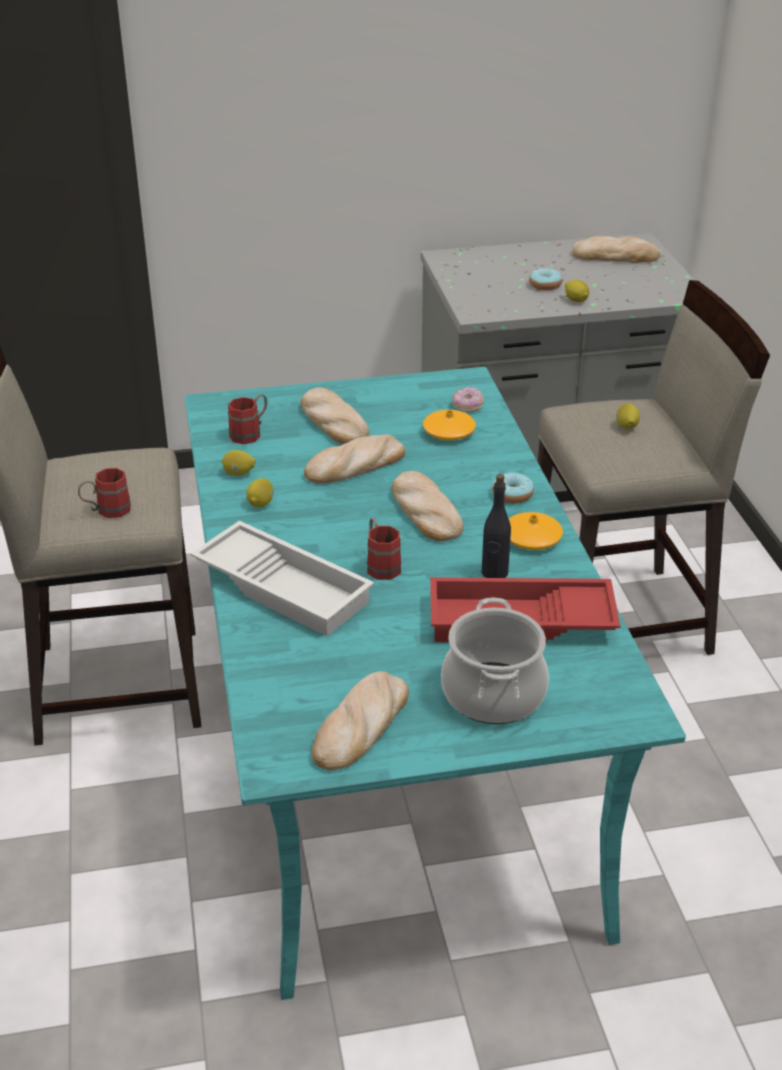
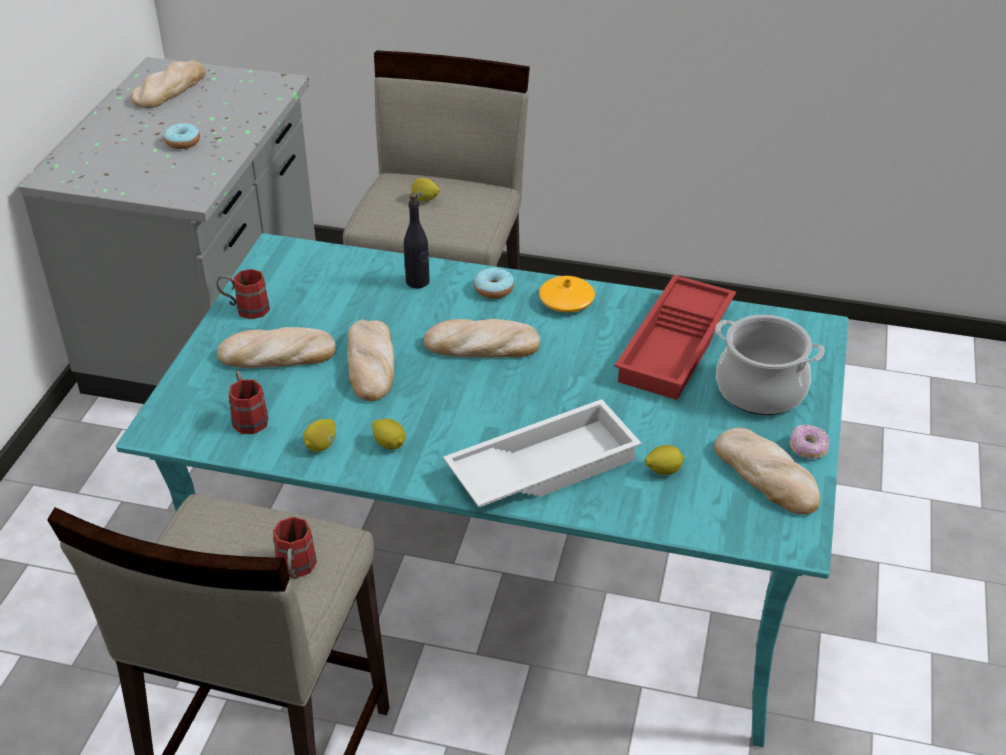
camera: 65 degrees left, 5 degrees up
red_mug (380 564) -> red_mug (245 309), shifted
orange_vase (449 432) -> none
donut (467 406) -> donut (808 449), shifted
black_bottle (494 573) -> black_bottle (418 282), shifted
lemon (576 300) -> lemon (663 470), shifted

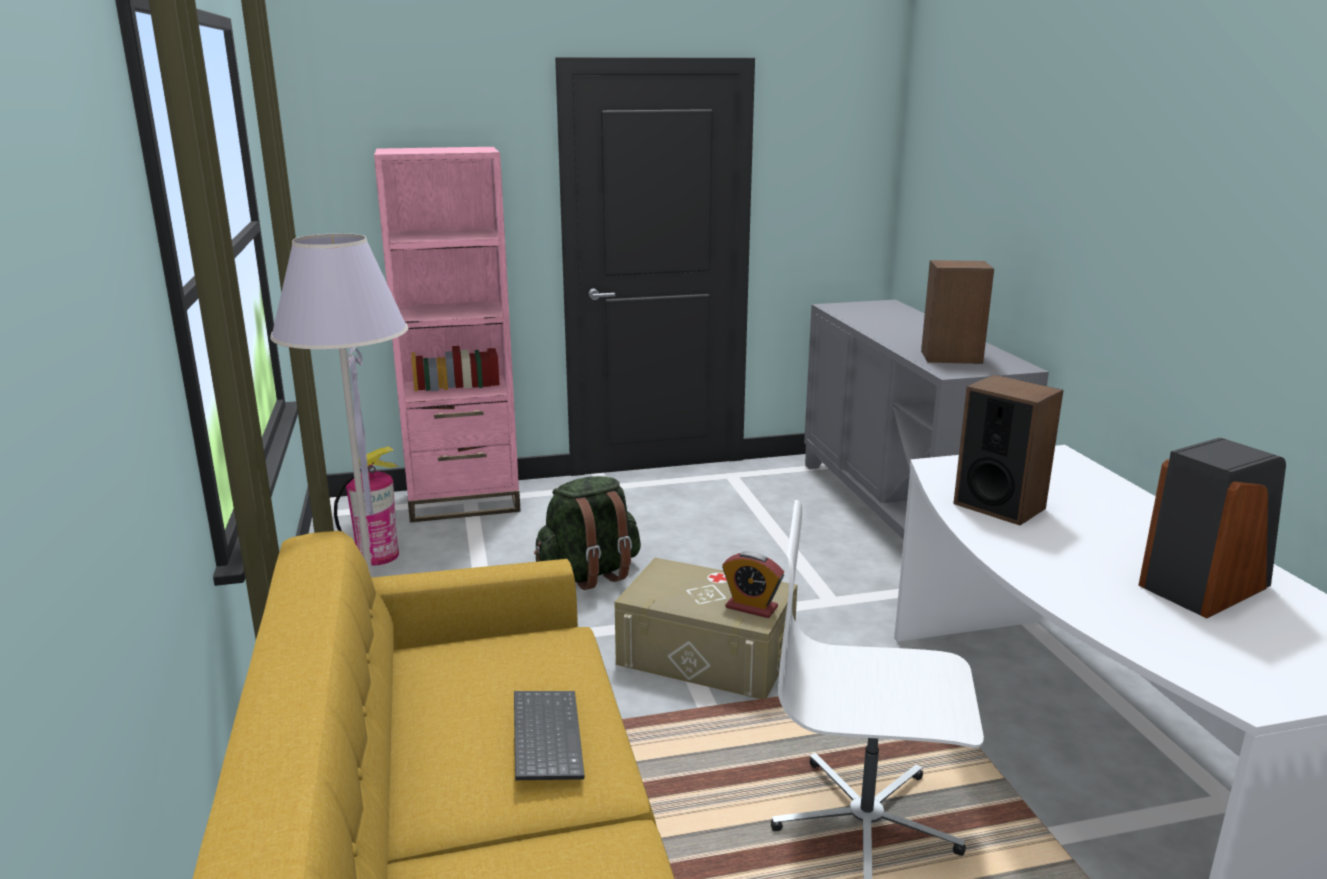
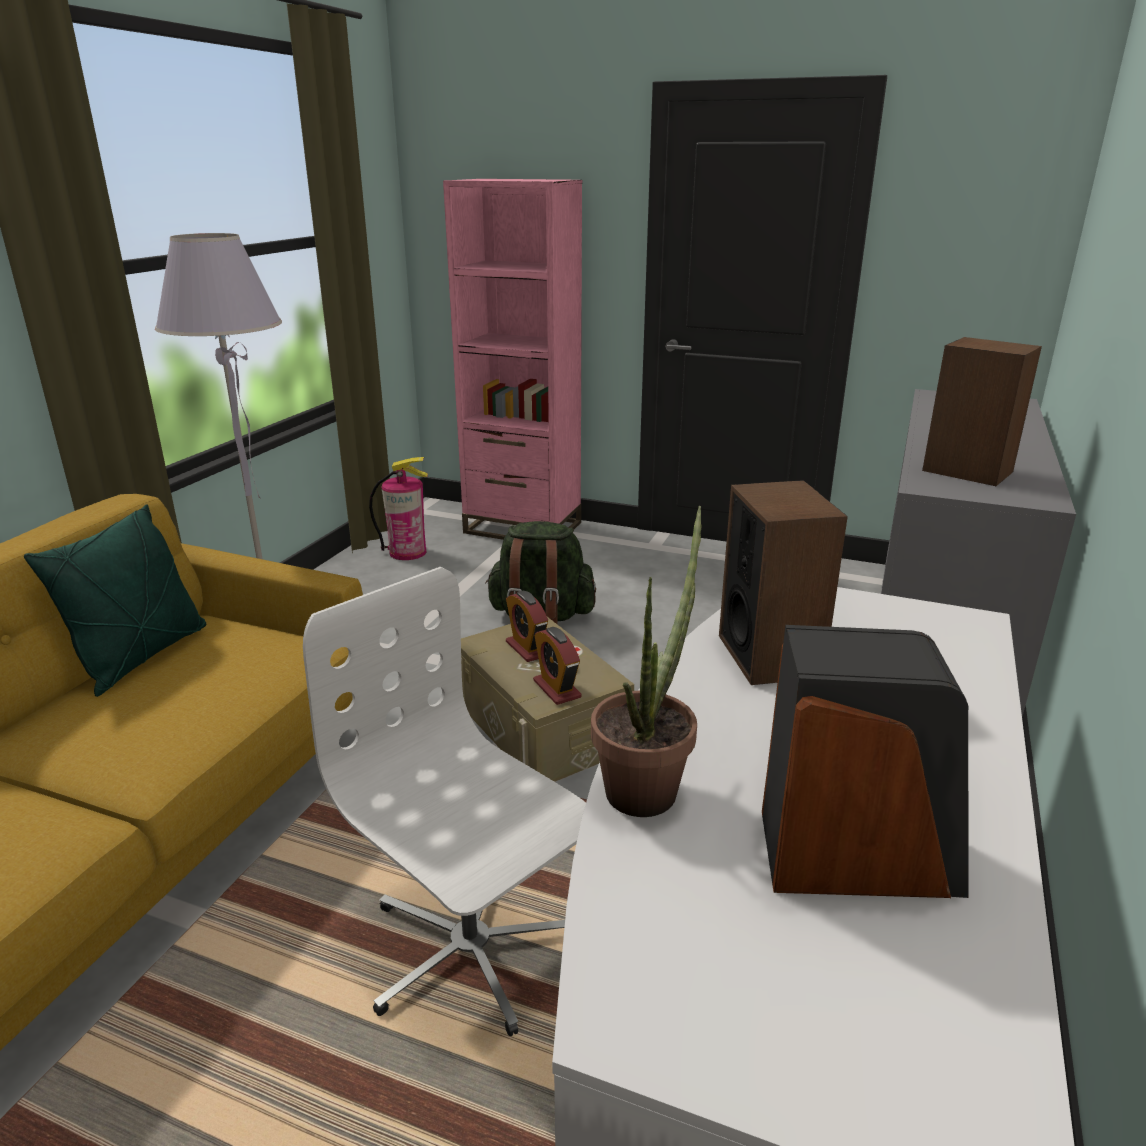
camera: 35 degrees right, 5 degrees up
keyboard (544 736) -> none
none -> green_pillow (141 656)
none -> alarm_clock (527 648)
none -> potted_plant (647 783)

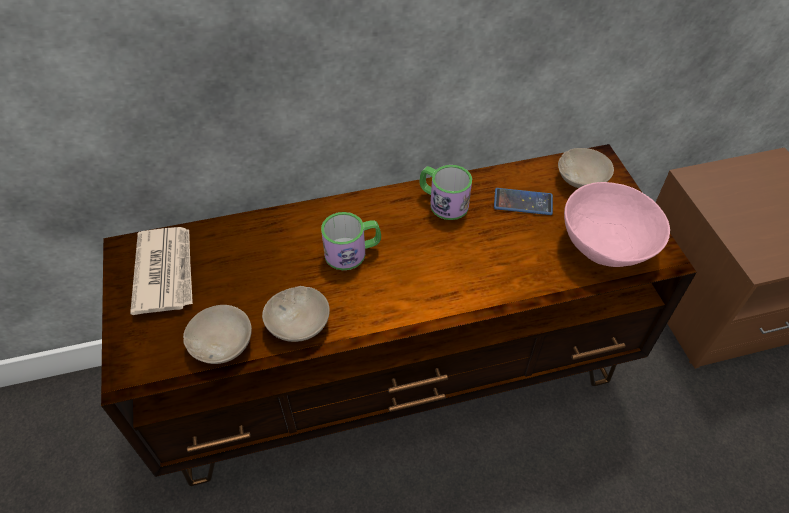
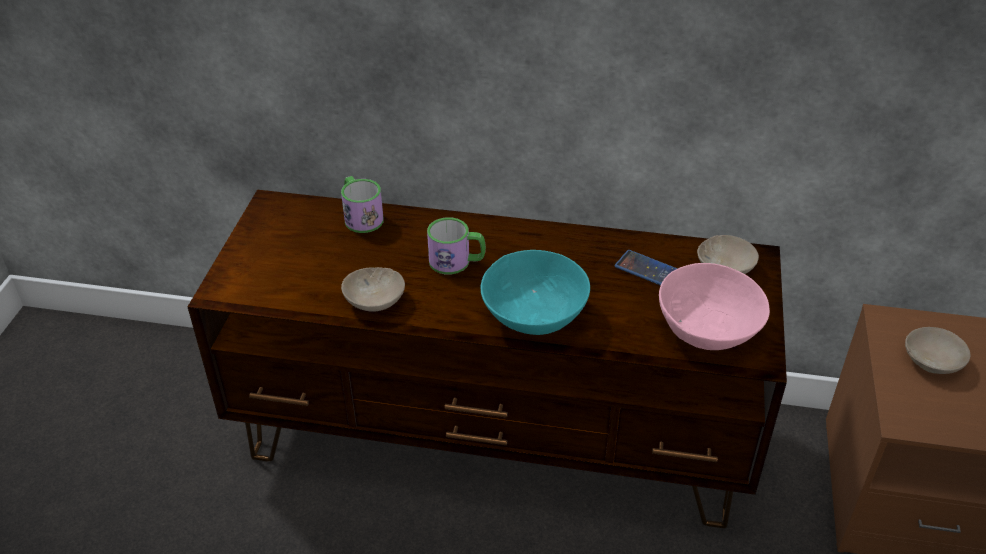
camera: 25 degrees right, 10 degrees down
newspaper (165 271) -> none
beige_bowl (224 343) -> beige_bowl (934 361), shifted
mug (443 202) -> mug (361 216), shifted
none -> turquoise_bowl (534 316)

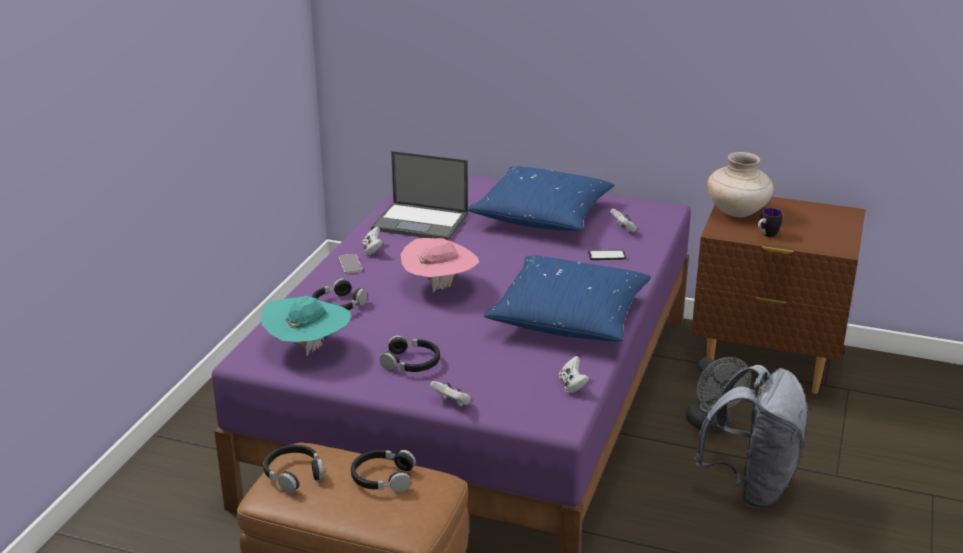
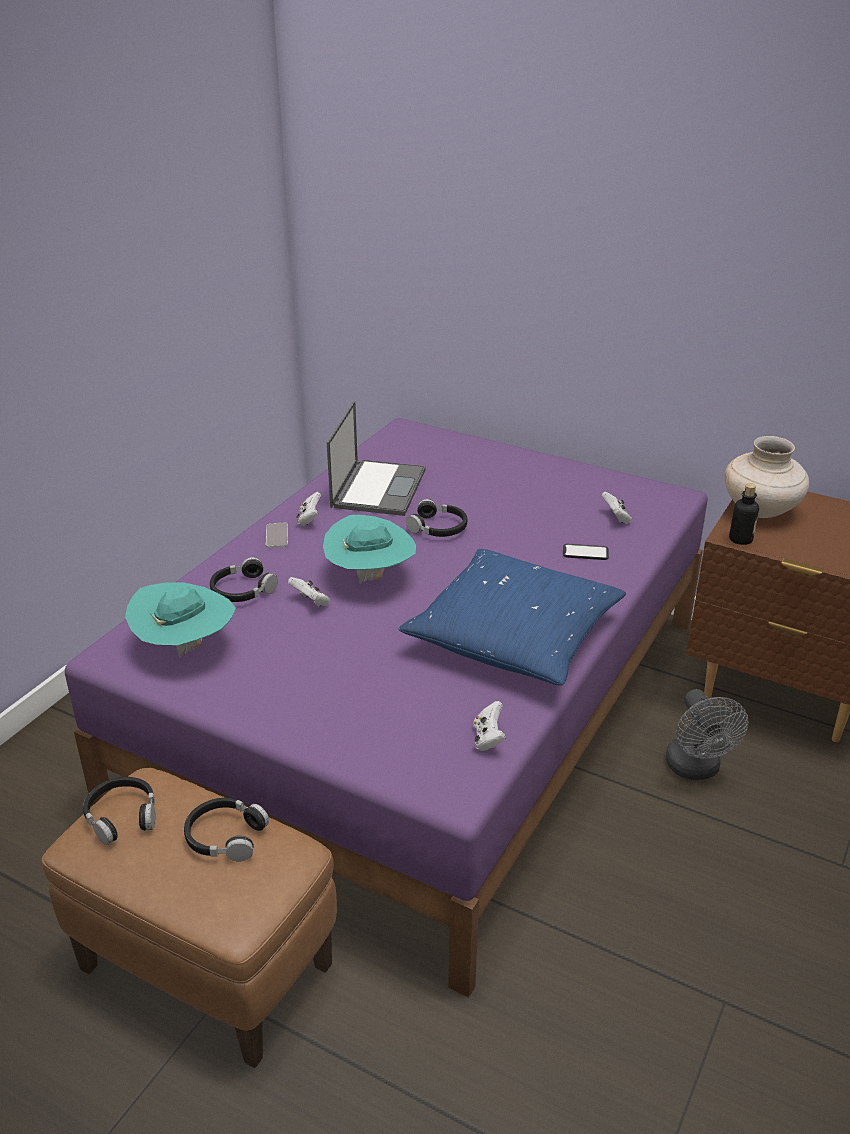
camera: 10 degrees right, 5 degrees up
laptop (421 222) -> laptop (378 487), 105 degrees counterclockwise
black_headphones (411 363) -> black_headphones (438 528), shifted
pink_hat (440 287) -> turquoise_hat (370 577)
white_game_controller (452 403) -> white_game_controller (311 602), shifted
blue_pillow (542 215) -> none
grey_backpack (750 485) -> none
mug (766 235) -> none
none -> bottle (740 539)

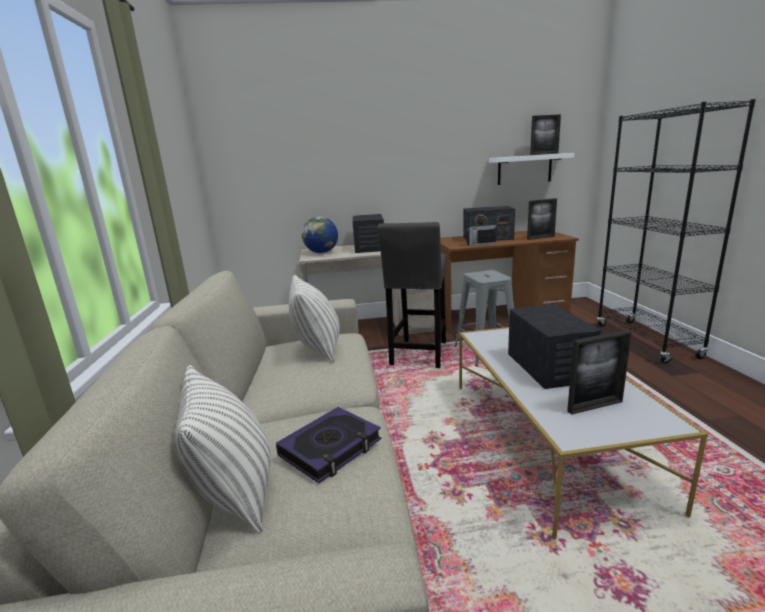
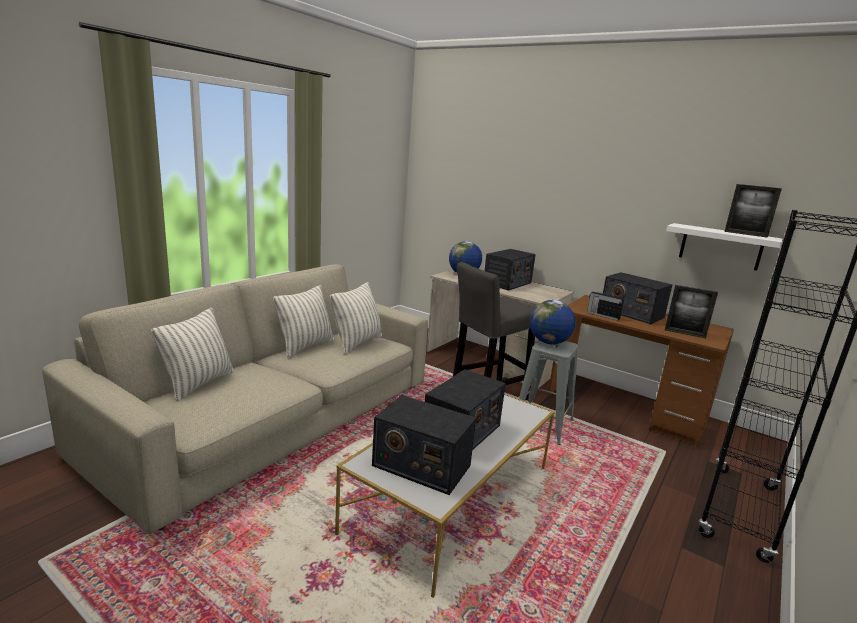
camera: 40 degrees right, 0 degrees up
book (331 448) -> none
picture_frame (595 406) -> radio (421 465)
none -> pillow (305 346)
none -> globe (549 342)

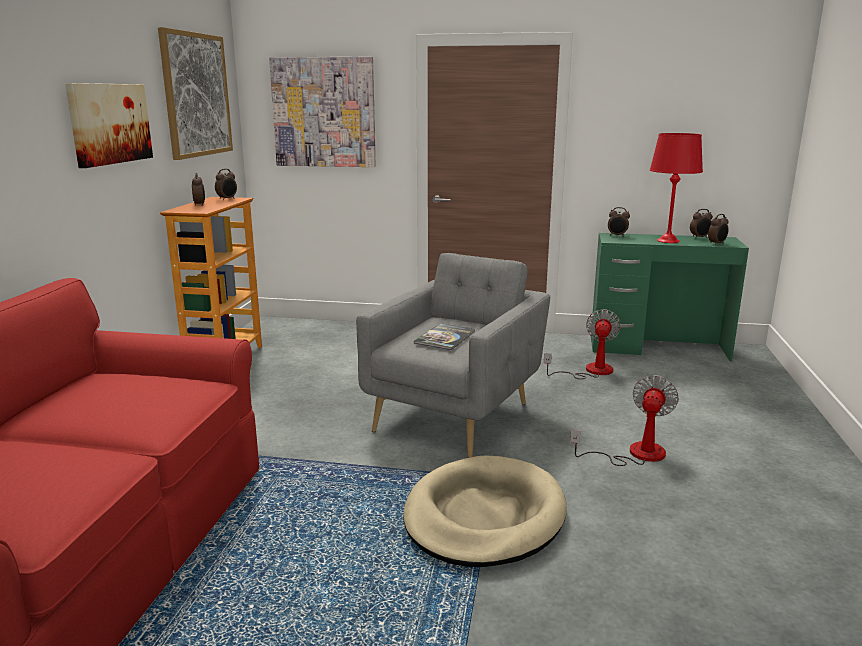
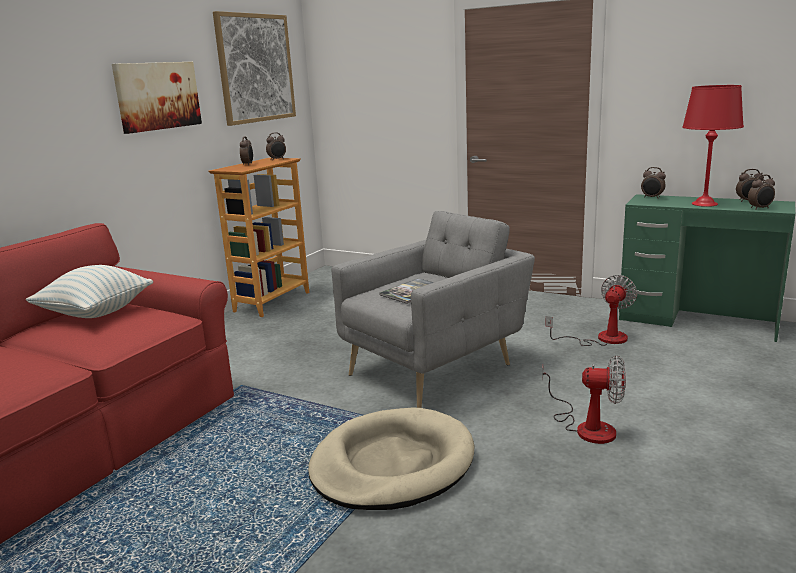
camera: 20 degrees right, 0 degrees up
picture (324 112) -> none
fan (634 454) -> fan (586 426), 60 degrees clockwise
none -> pillow (96 313)

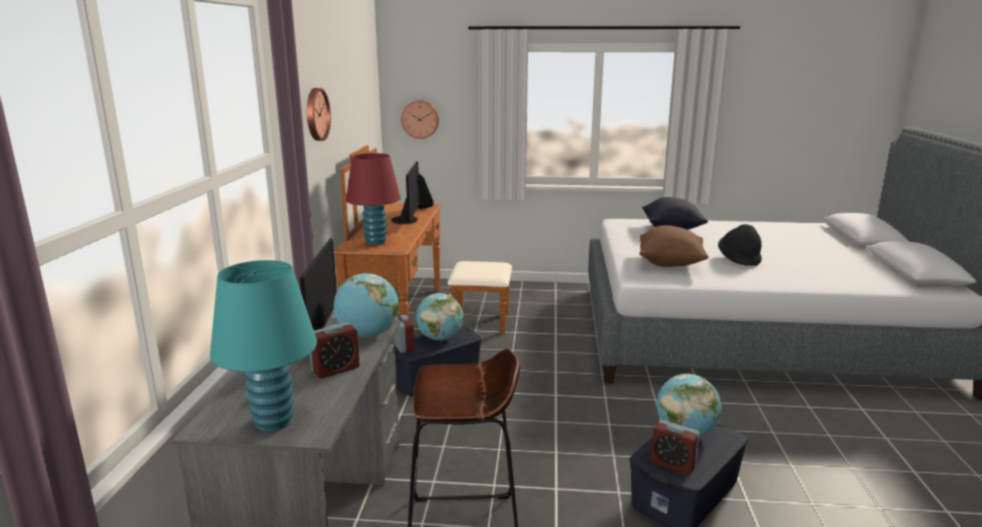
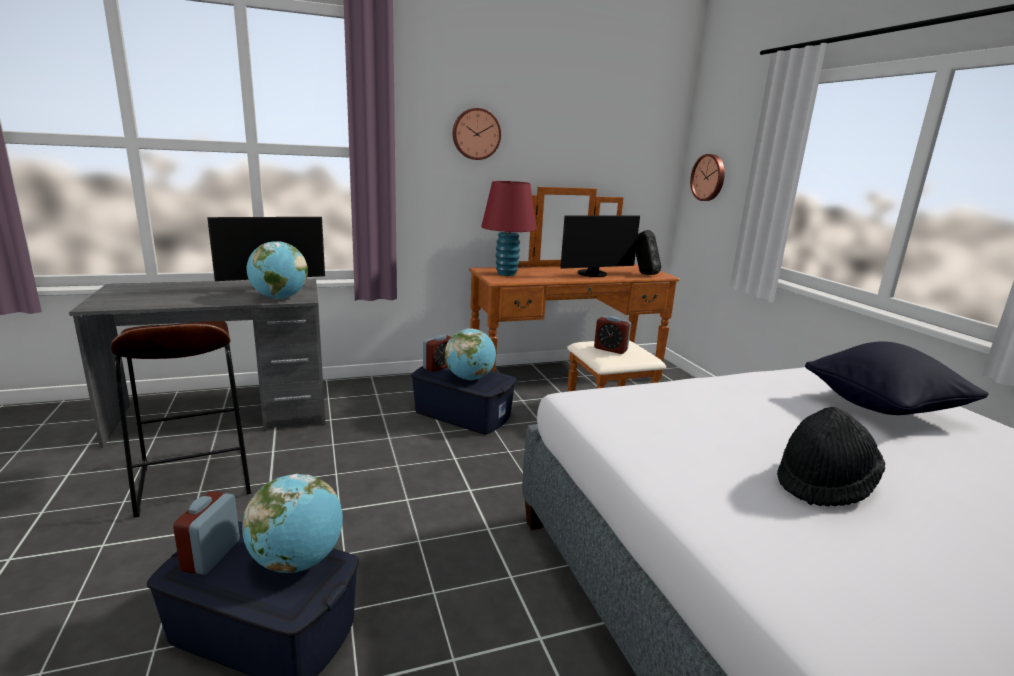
camera: 65 degrees right, 0 degrees up
turquoise_table_lamp (273 422) -> none
alarm_clock (335 370) -> alarm_clock (610 349), shifted
brown_pillow (670 264) -> none

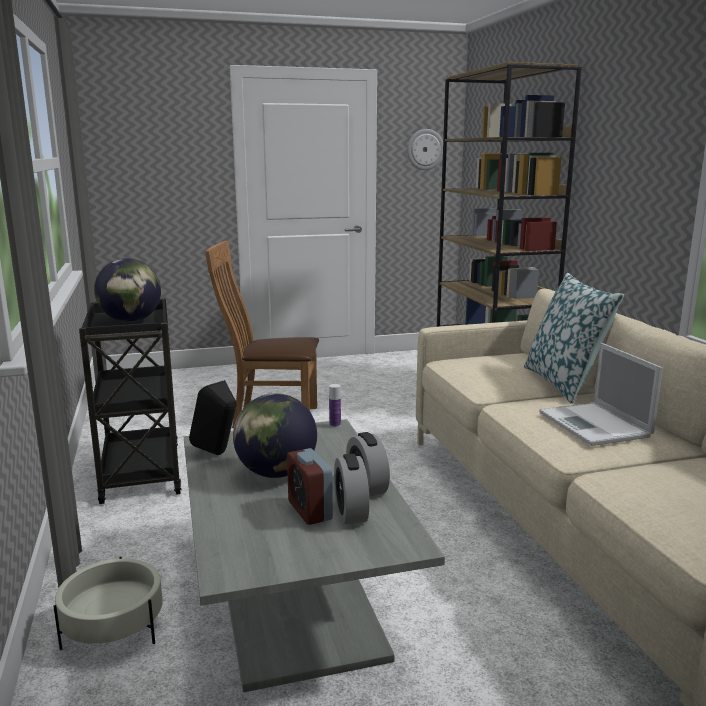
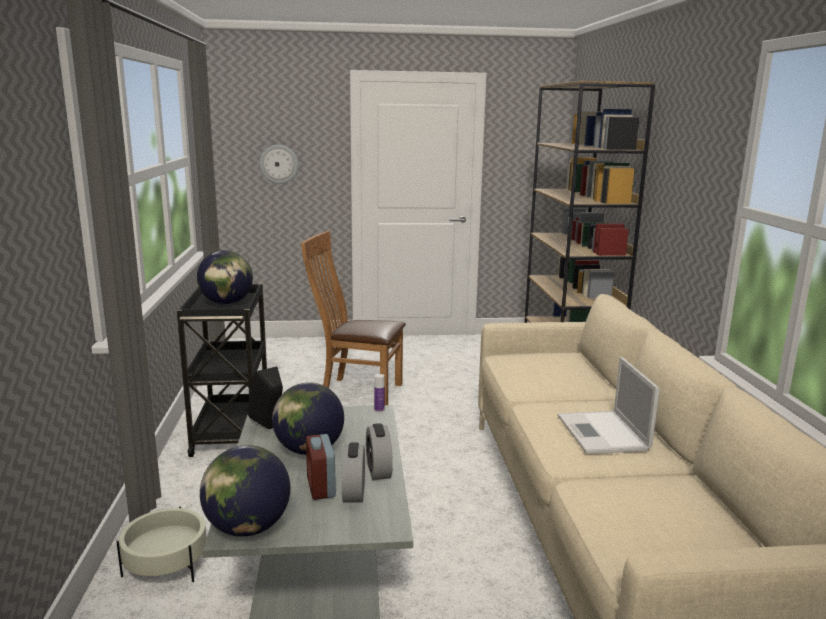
camera: 10 degrees right, 0 degrees up
wall_clock (425 149) -> wall_clock (279 164), shifted
pillow (564 383) -> none
none -> globe (247 528)

